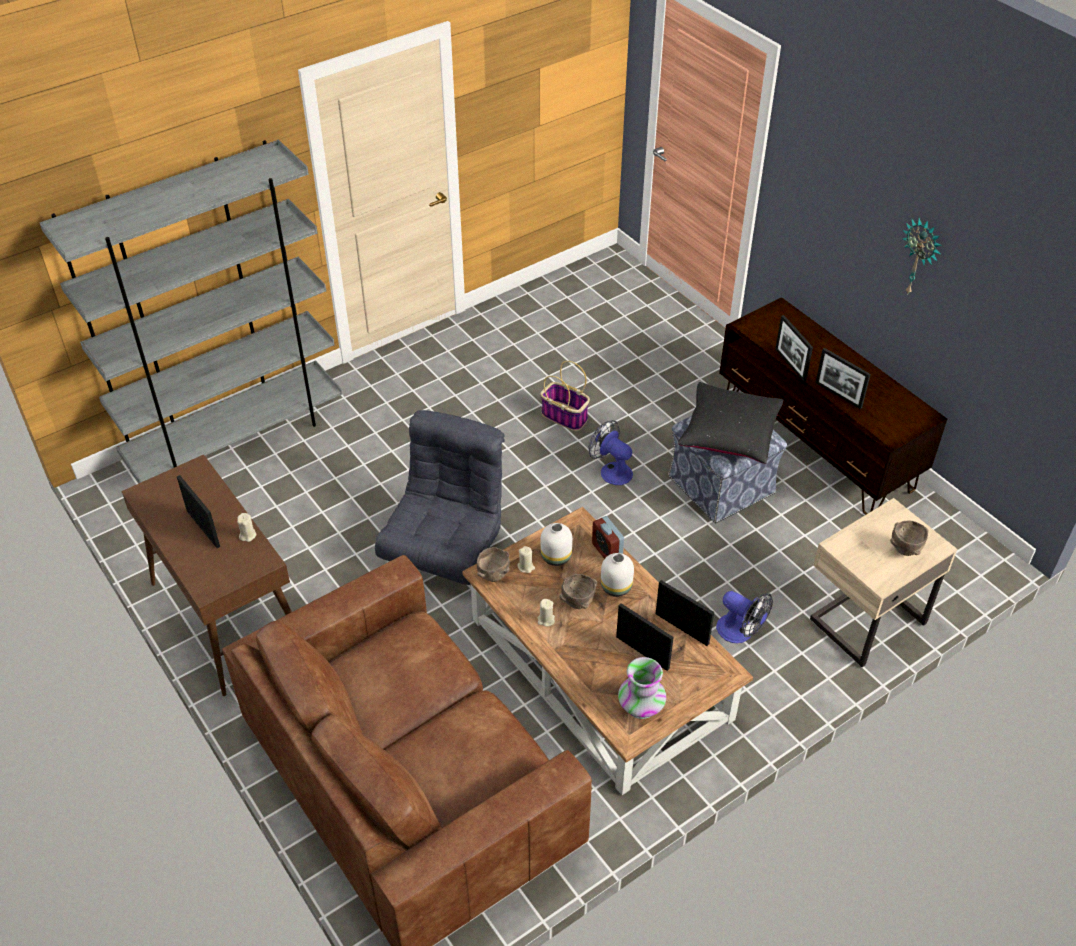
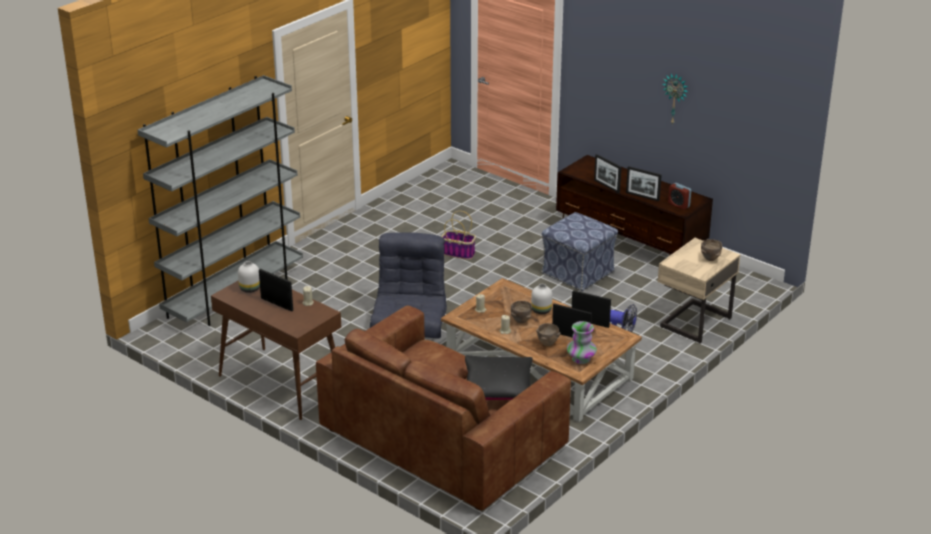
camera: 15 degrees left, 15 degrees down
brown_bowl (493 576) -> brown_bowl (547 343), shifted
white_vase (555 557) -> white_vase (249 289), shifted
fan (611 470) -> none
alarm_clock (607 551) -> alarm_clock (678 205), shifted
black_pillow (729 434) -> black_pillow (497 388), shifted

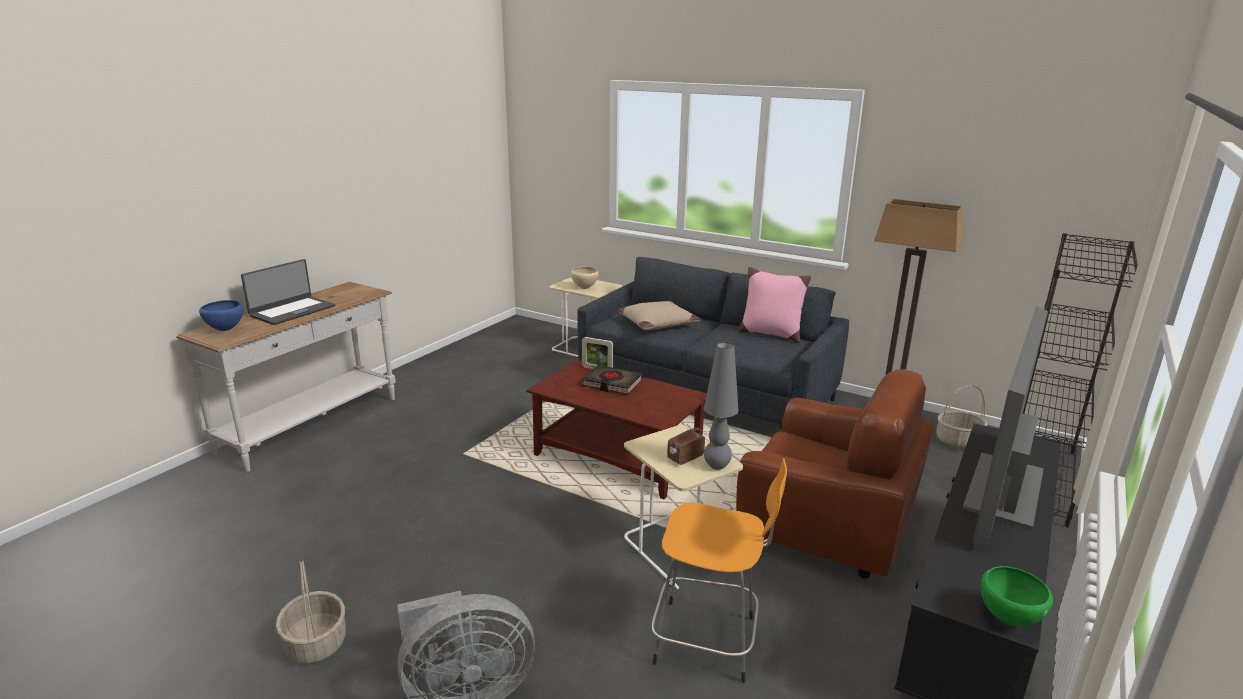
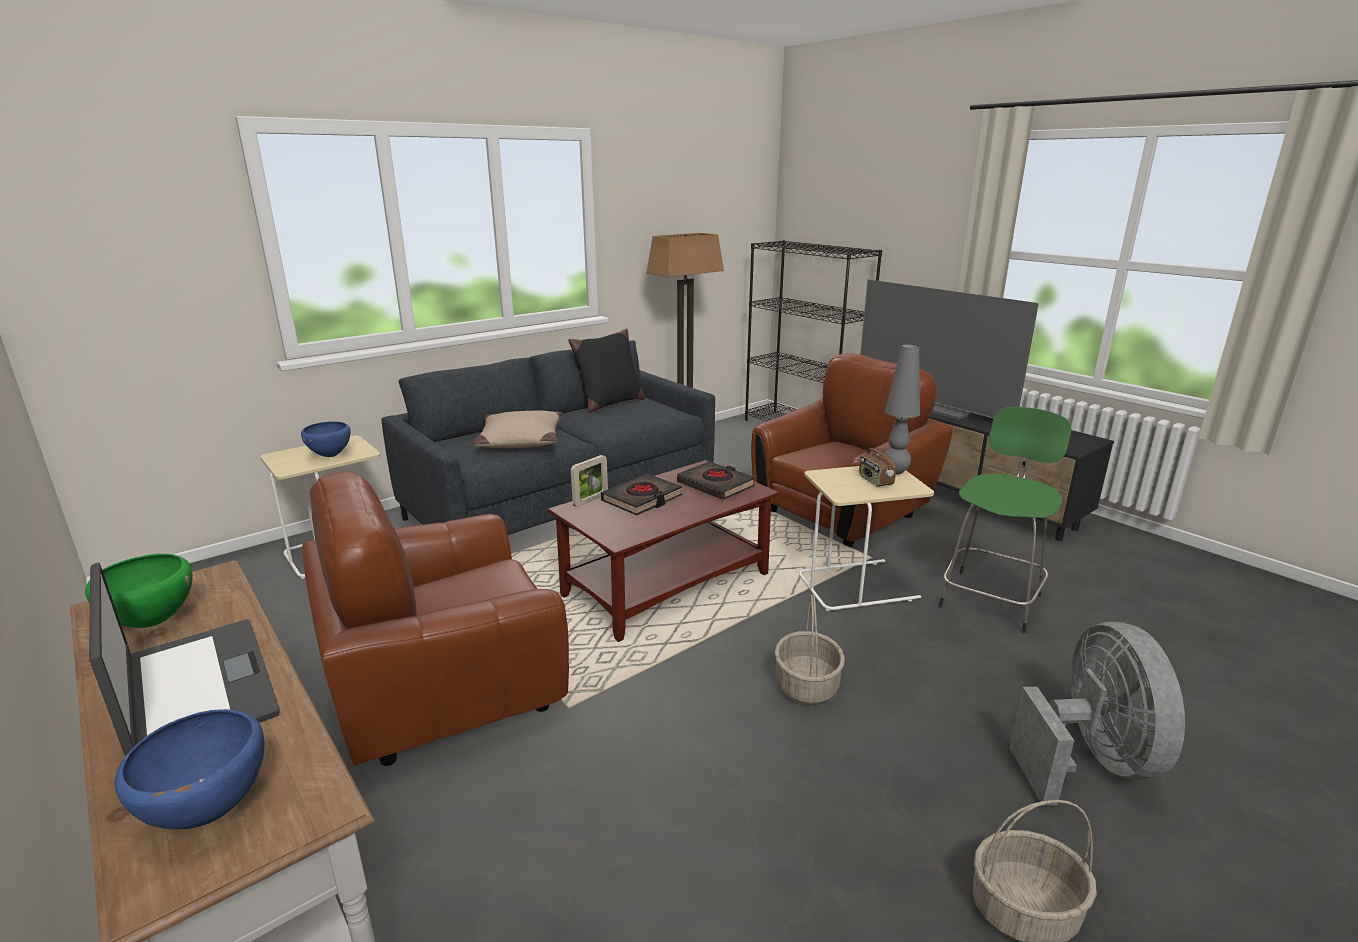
camera: 70 degrees left, 0 degrees up
beige_bowl (585 288) -> blue_bowl (331 456)
orange_stool (709 641) -> green_stool (991 599)
pink_pillow (770 334) -> black_pillow (609 403)
basket (957 441) -> basket (807 686), shifted
green_bowl (1007 619) -> green_bowl (152 623), shifted
none -> brown_armchair (444 690)
none -> black_book (716 485)

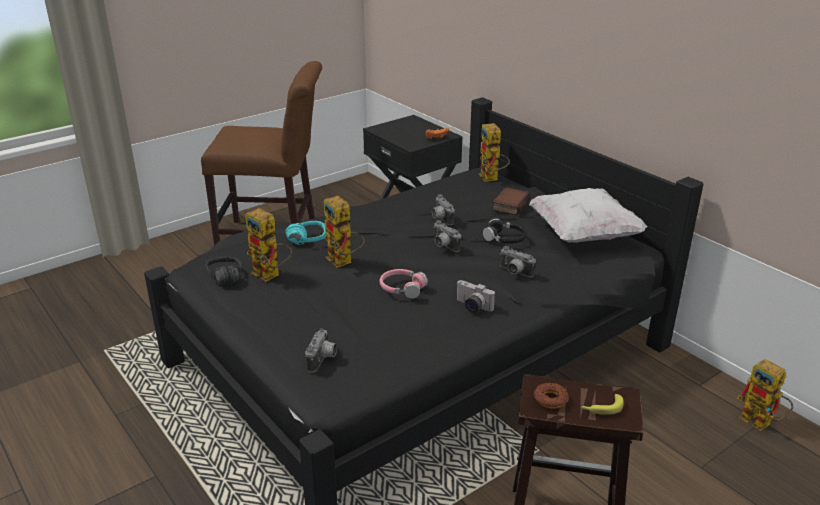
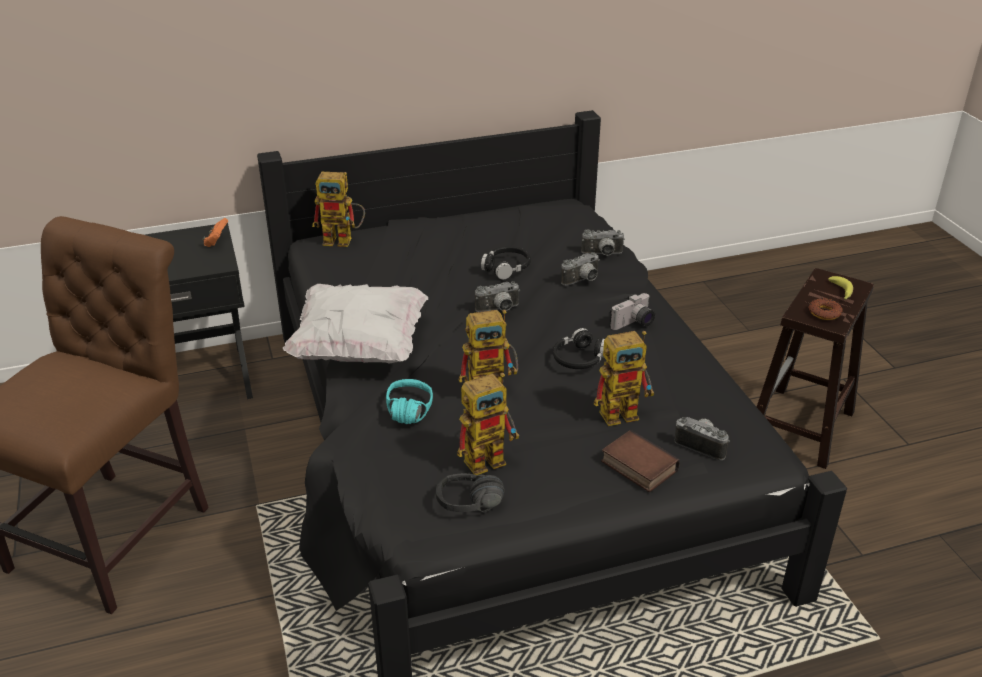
camera: 70 degrees left, 5 degrees up
pink_headphones (402 288) -> black_headphones (579 358)
photo_camera (440 218) -> photo_camera (602 254), shifted
book (510 204) -> book (637 466), shifted
white_pillow (583 235) -> white_pillow (360 348), shifted
toy_robot (761 423) -> toy_robot (625 411), shifted

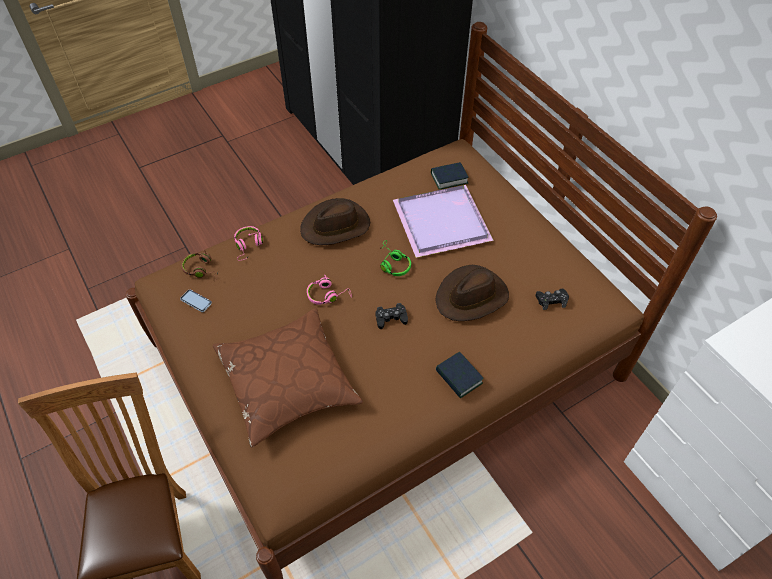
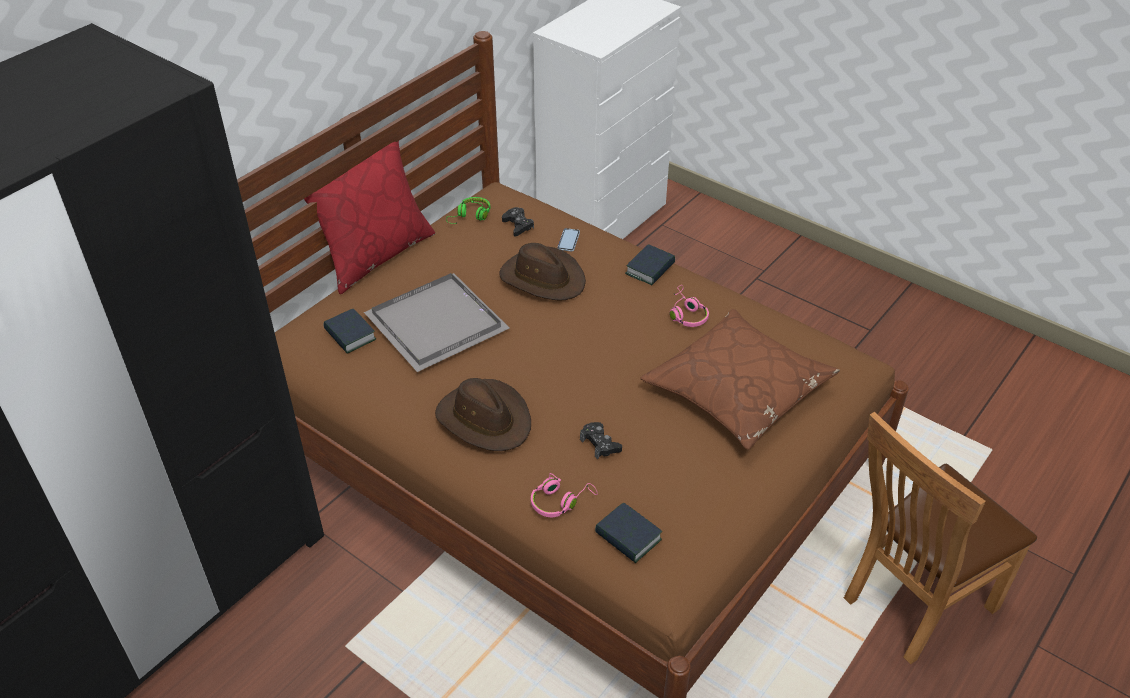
camera: 110 degrees left, 10 degrees down
phone (196 301) -> phone (568 240), shifted
brown_headphones (202 270) -> book (628 537)
pink_headphones (328 295) -> pink_headphones (686 314), shifted
black_game_controller (391 318) -> black_game_controller (600 444), shifted
green_headphones (393 263) -> green_headphones (470 216), shifted
purple_tray (440 223) -> grey_tray (439 324)
none -> red_pillow (375 255)

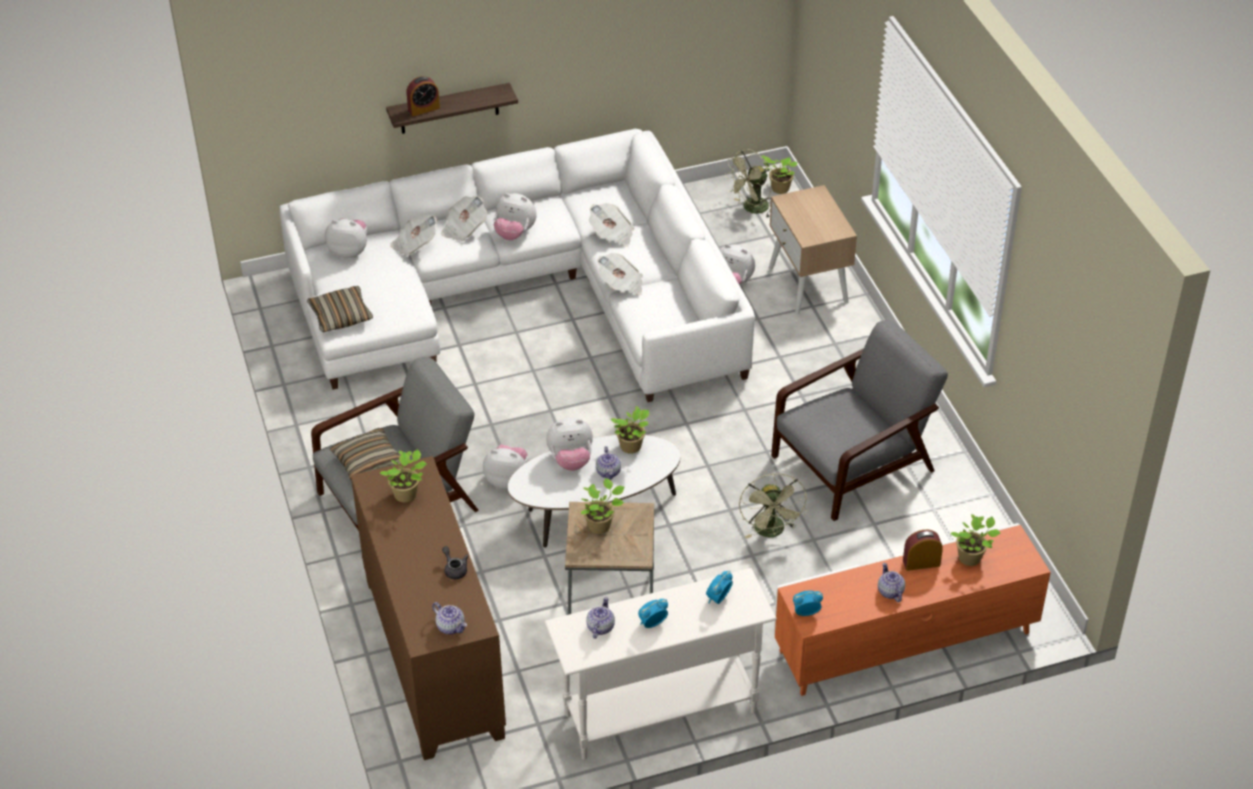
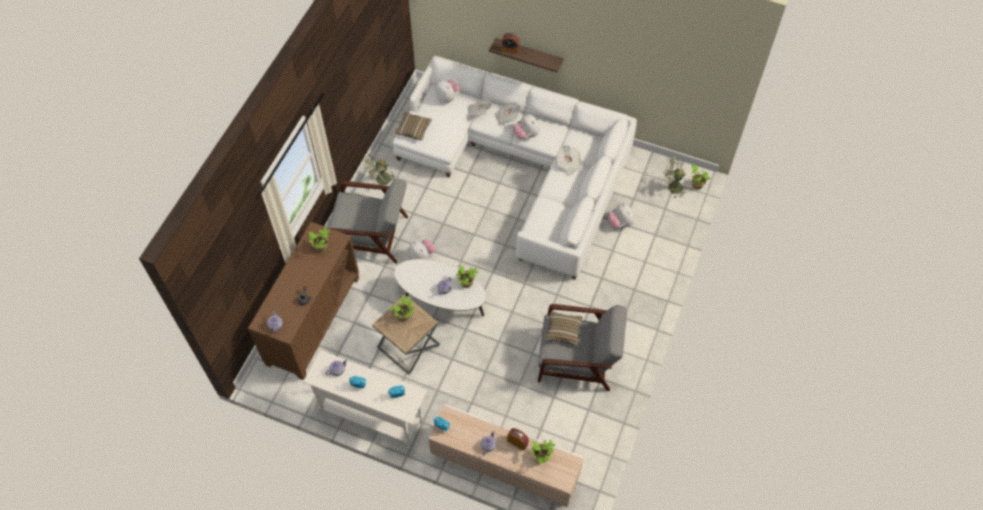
camera: 40 degrees right, 15 degrees up
pillow (368 462) -> pillow (563 331), shifted
plush_toy (571 460) -> none
newspaper (621 284) -> none
green_fan (772 532) -> green_fan (382 182), shifted
beige_nightstand (808 285) -> none
orange_tv_stand (904 642) -> beige_tv_stand (505 466)

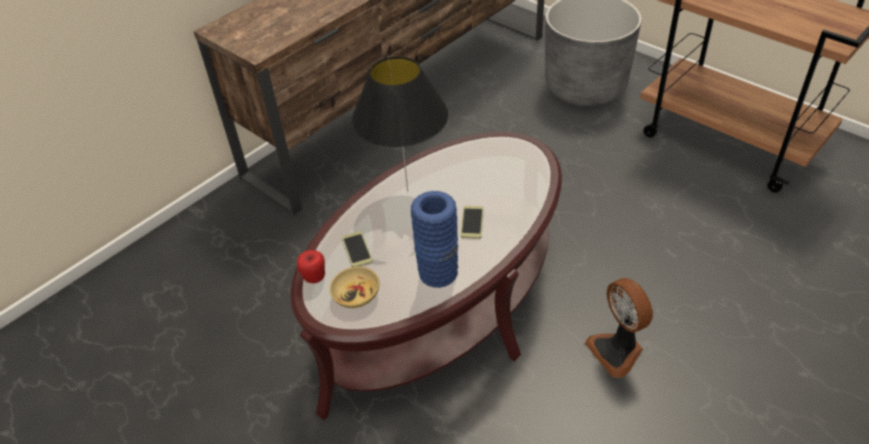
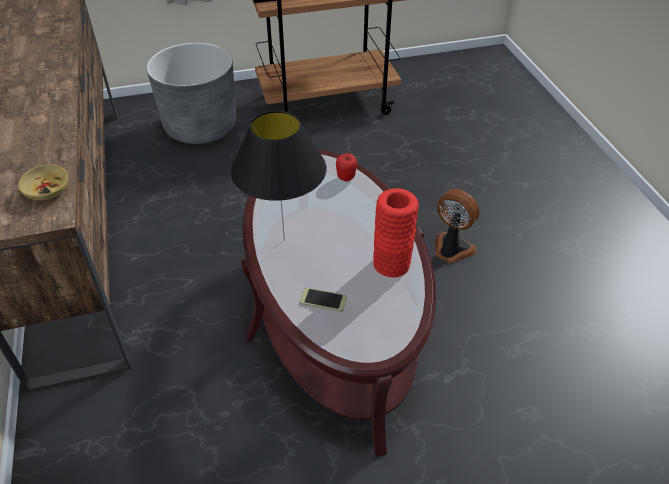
camera: 60 degrees left, 0 degrees up
apple (314 278) -> apple (346 178), shifted
beige_bowl (356 295) -> beige_bowl (48 191), shifted
blue_vase (438 272) -> red_vase (391 264)
phone (472 222) -> none
fan (617 351) -> fan (451 250), 150 degrees counterclockwise

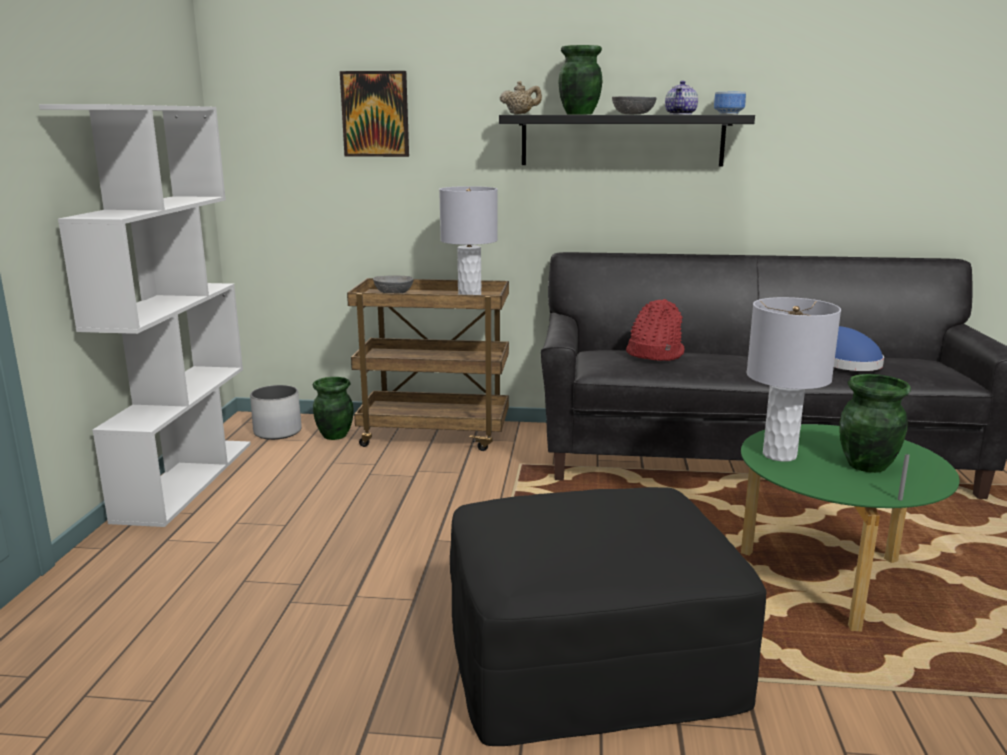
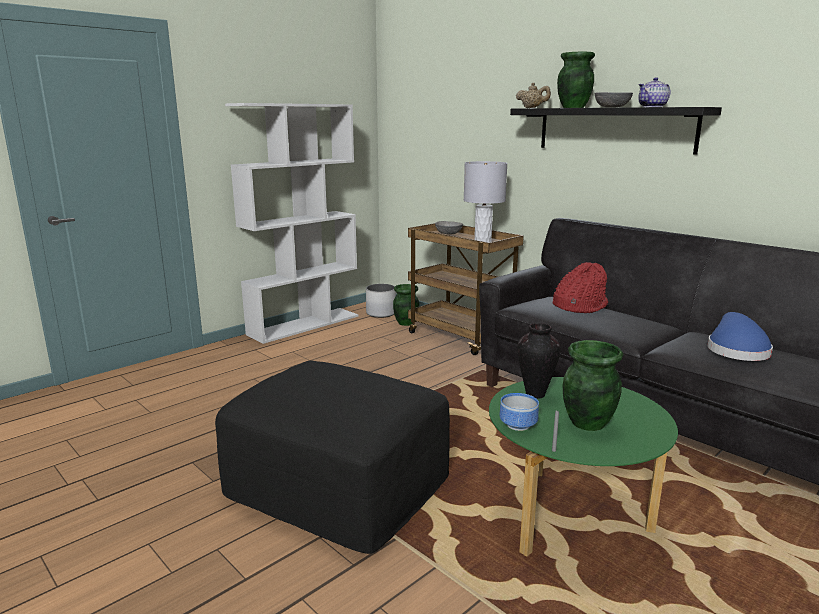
camera: 40 degrees right, 0 degrees up
picture (375 114) -> none
bowl (729 114) -> bowl (518 426), shifted
grey_table_lamp (779 455) -> vase (534 394)

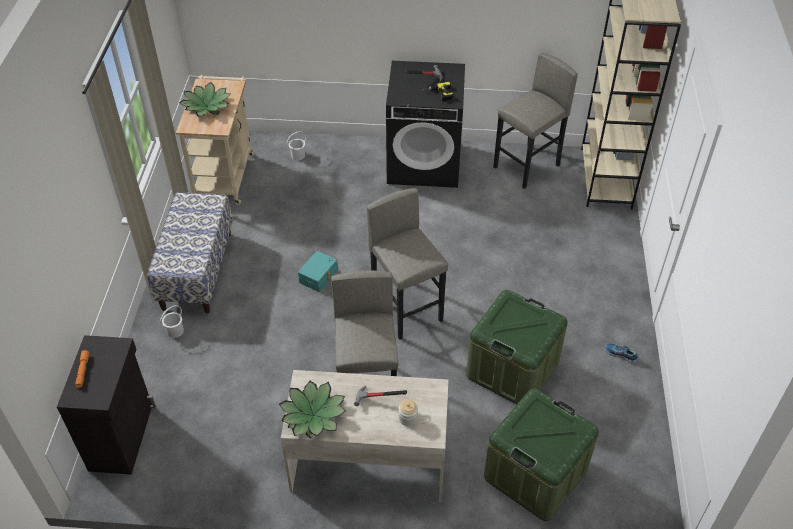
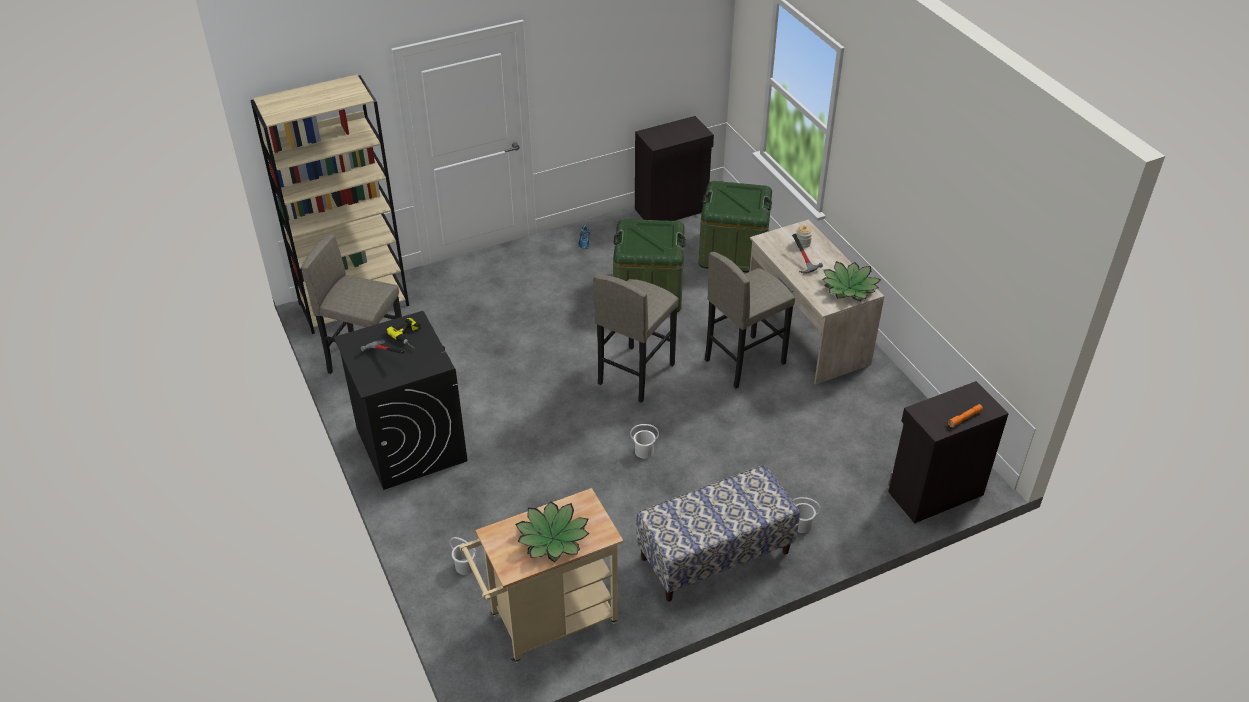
camera: 120 degrees left, 5 degrees down
turquoise_storage_box (319 276) -> white_bucket (644 452)
none -> black_cabinet (672 210)

